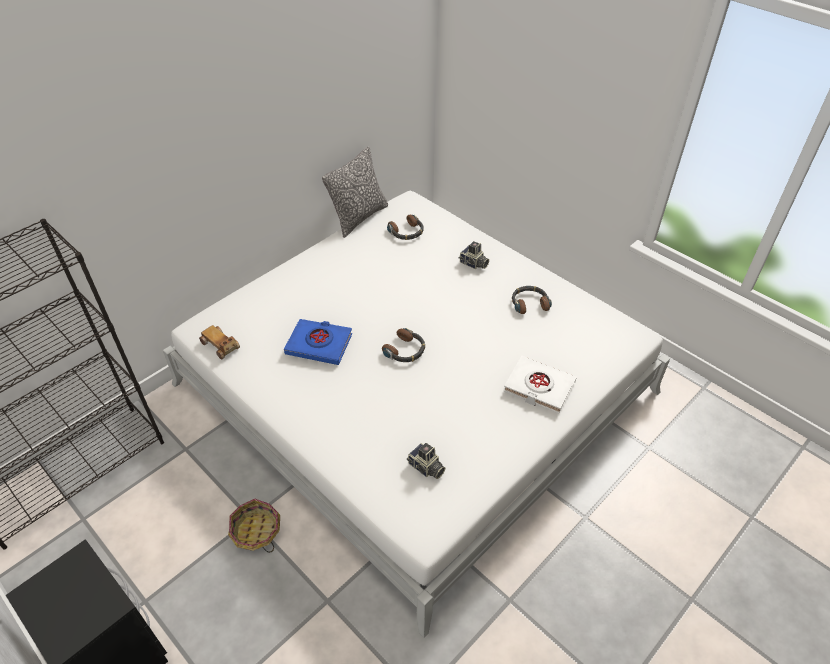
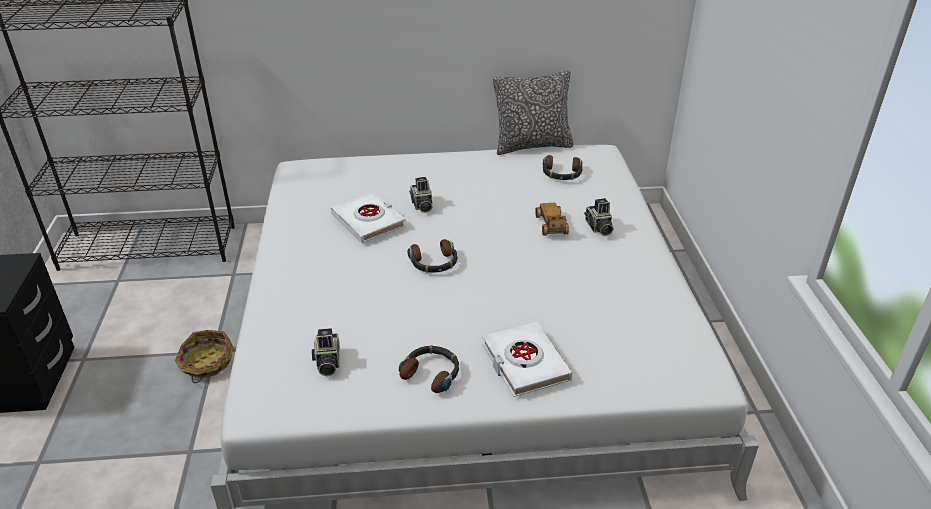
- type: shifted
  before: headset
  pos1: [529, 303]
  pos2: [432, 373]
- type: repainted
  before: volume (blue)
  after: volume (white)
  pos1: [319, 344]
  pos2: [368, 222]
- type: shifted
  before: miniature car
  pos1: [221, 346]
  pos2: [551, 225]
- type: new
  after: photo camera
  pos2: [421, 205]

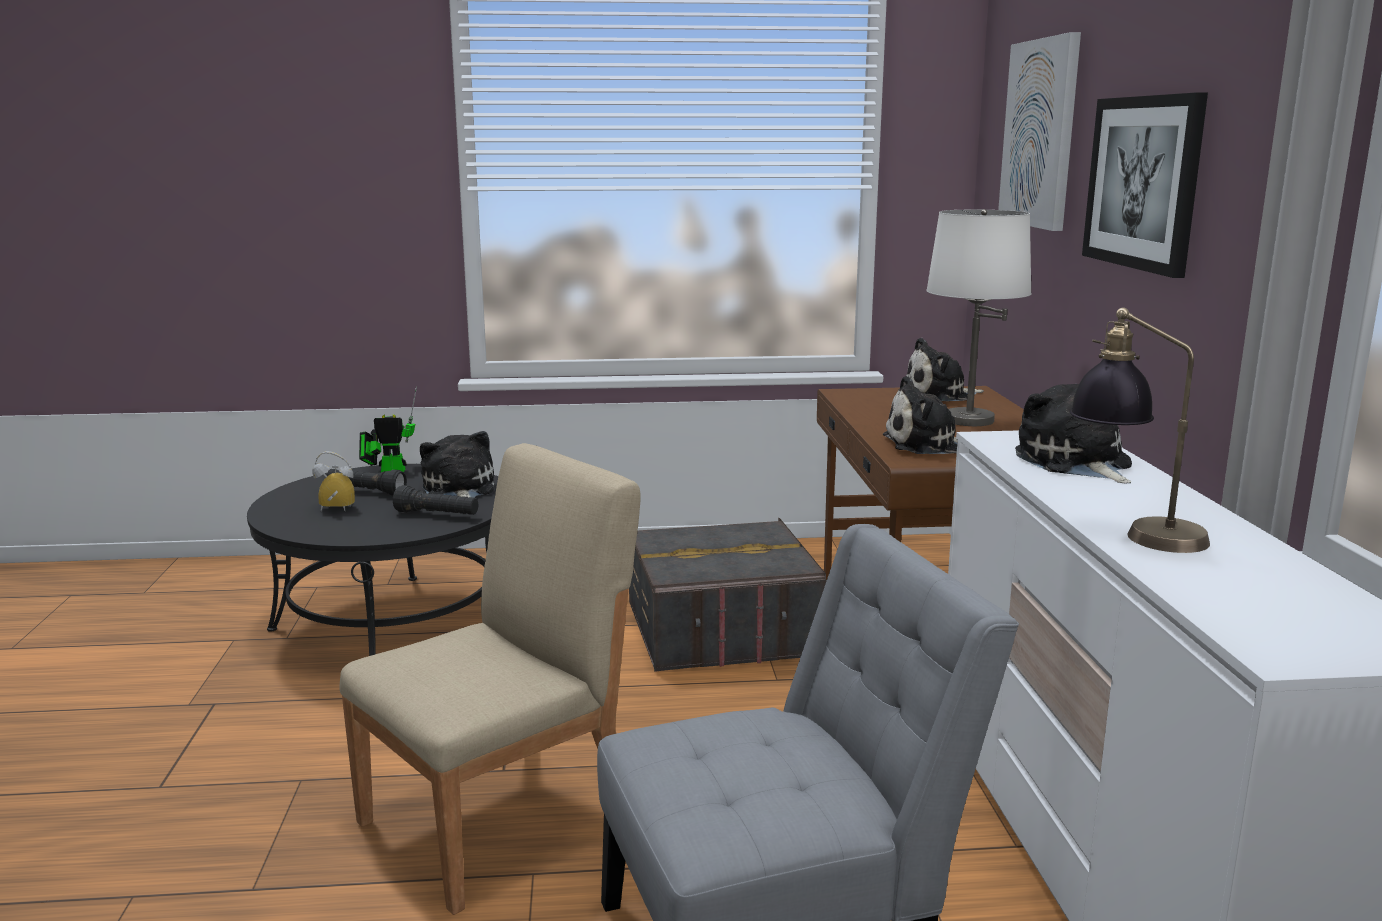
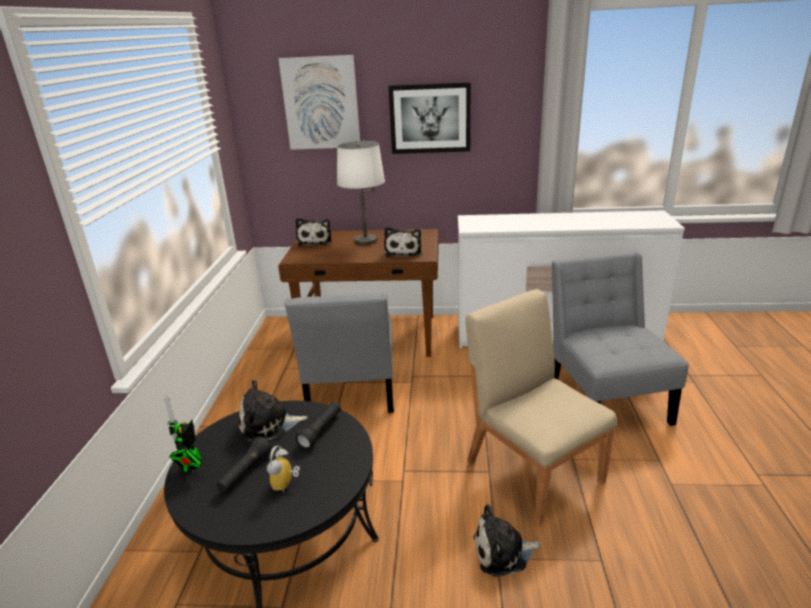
- type: gone
  before: lamp for a table
  pos1: [1132, 532]
- type: shifted
  before: plush toy
  pos1: [1075, 463]
  pos2: [503, 552]
- type: swapped
  before: storage bin (greyish)
  after: chair (greyish)
  pos1: [720, 629]
  pos2: [351, 394]

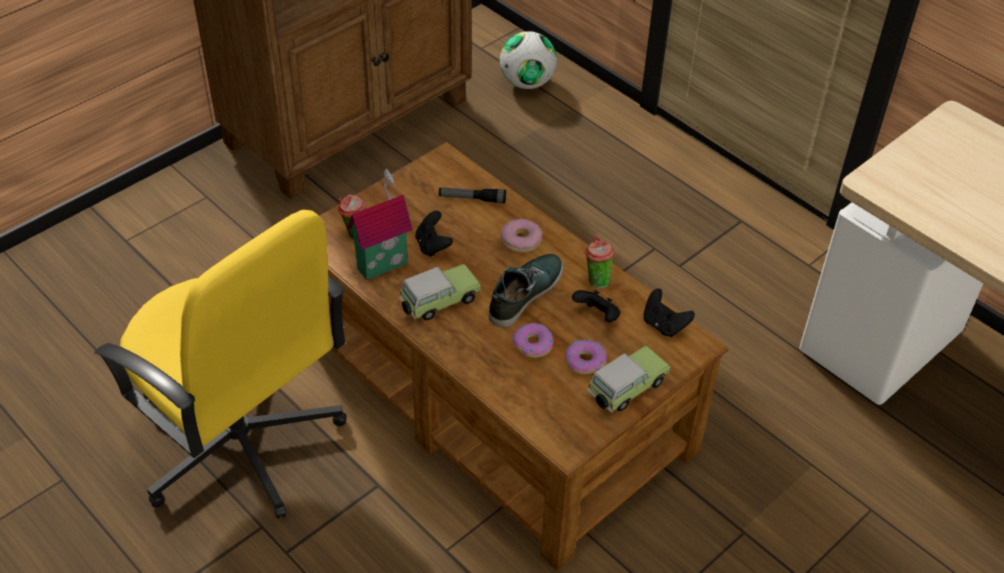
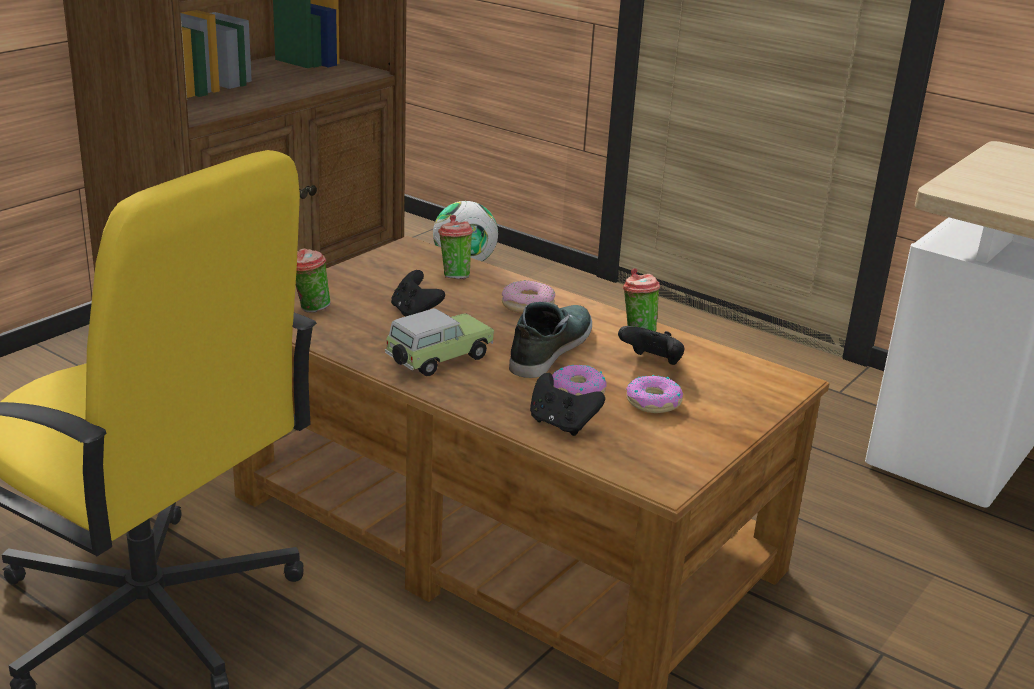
- type: gone
  before: model house
  pos1: [381, 263]
- type: swapped
  before: hand torch
  after: cup
  pos1: [472, 199]
  pos2: [454, 276]
- type: shifted
  before: game controller (black)
  pos1: [664, 325]
  pos2: [561, 424]
- type: gone
  before: miniature car
  pos1: [625, 390]

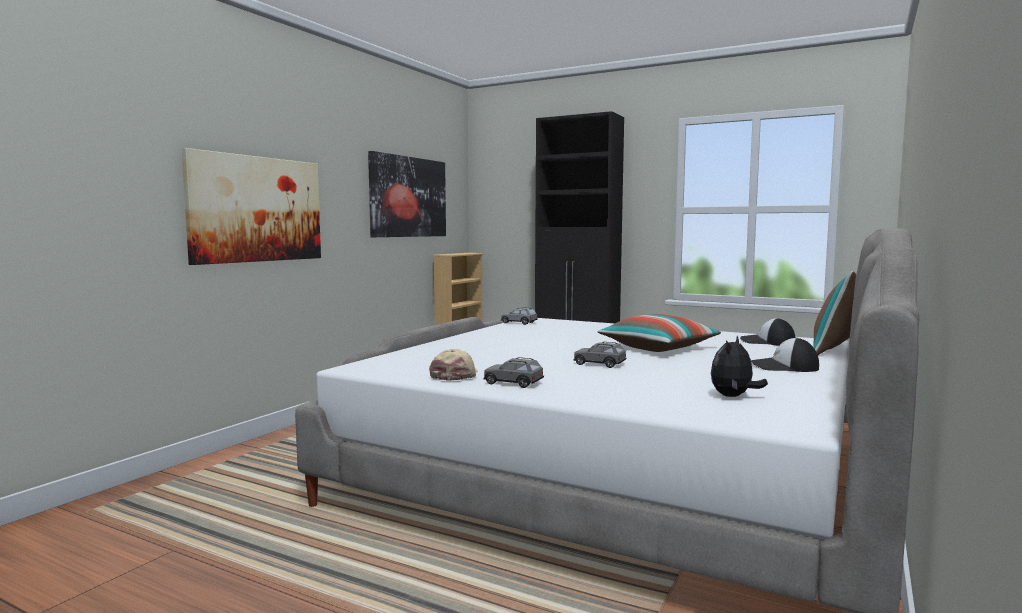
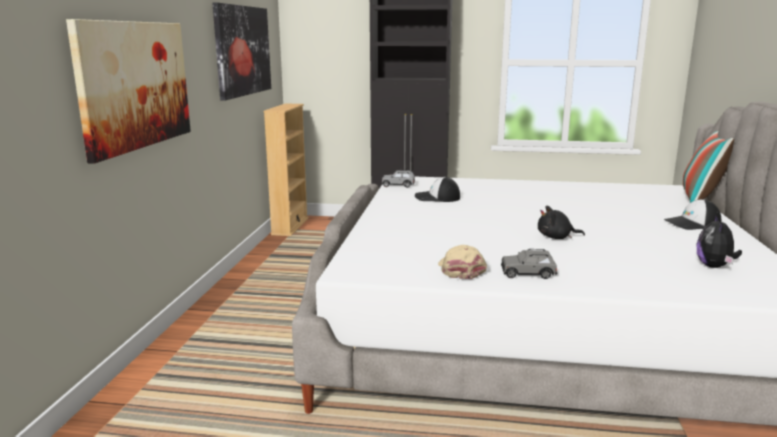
- type: gone
  before: cushion
  pos1: [658, 348]
- type: shifted
  before: baseball cap
  pos1: [767, 342]
  pos2: [437, 198]
- type: swapped
  before: miniature car (greyish)
  after: plush toy (black)
  pos1: [599, 364]
  pos2: [556, 237]

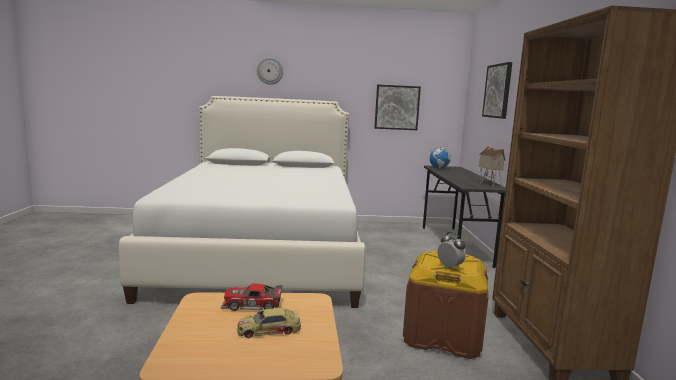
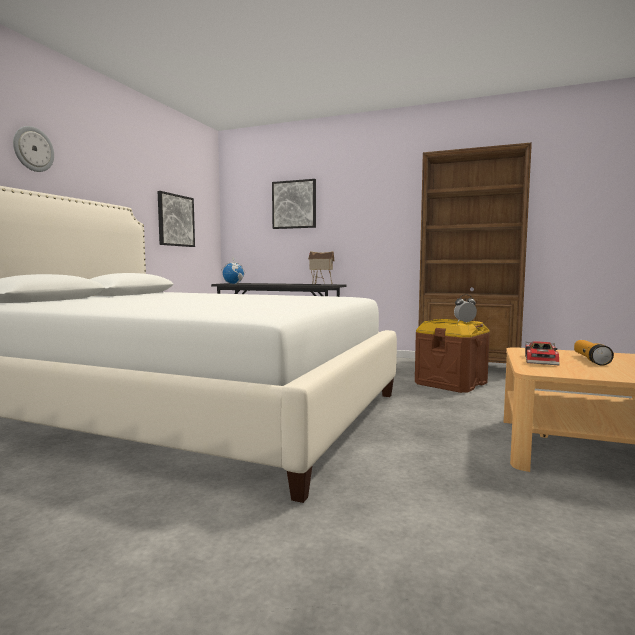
- type: swapped
  before: miniature car
  after: hand torch
  pos1: [268, 329]
  pos2: [590, 360]

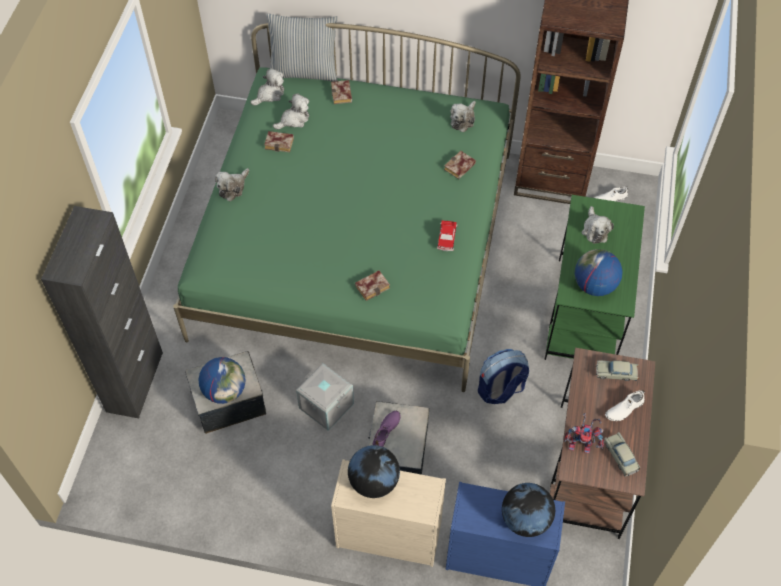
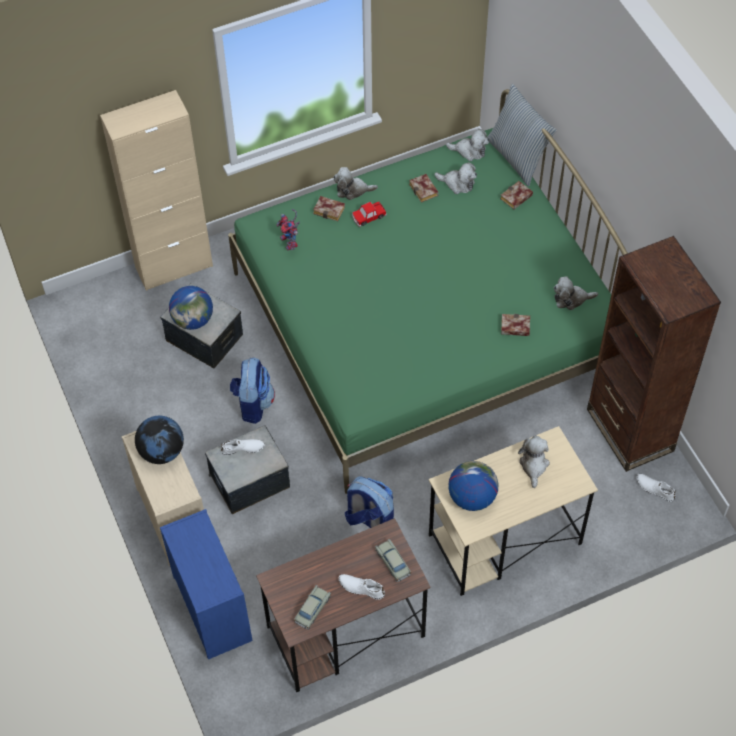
- type: repainted
  before: desk unit (green)
  after: desk unit (beige)
  pos1: [584, 314]
  pos2: [504, 540]
- type: repainted
  before: storage cabinet (black)
  after: storage cabinet (beige)
  pos1: [135, 382]
  pos2: [174, 266]
- type: rotated
  before: plush toy
  pos1: [595, 230]
  pos2: [533, 465]
  turn: 135
- type: shifted
  before: miniature car
  pos1: [446, 238]
  pos2: [368, 216]
- type: shifted
  before: volume
  pos1: [373, 286]
  pos2: [330, 210]
- type: swapped
  before: storage bin (greyish)
  after: rucksack
  pos1: [325, 406]
  pos2: [253, 403]
- type: repainted
  before: shoe (purplish)
  after: shoe (white)
  pos1: [386, 431]
  pos2: [243, 449]
- type: shifted
  before: toy robot
  pos1: [582, 444]
  pos2: [291, 243]
- type: gone
  before: desk globe
  pos1: [525, 519]

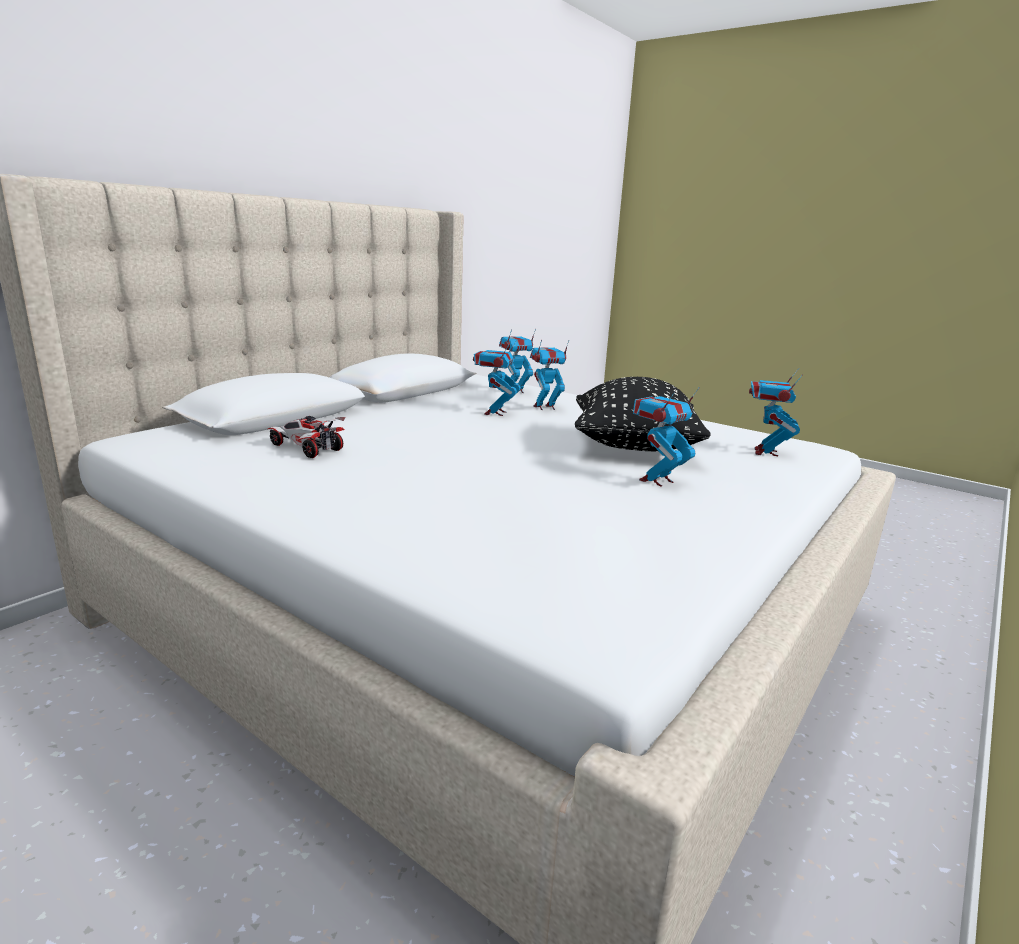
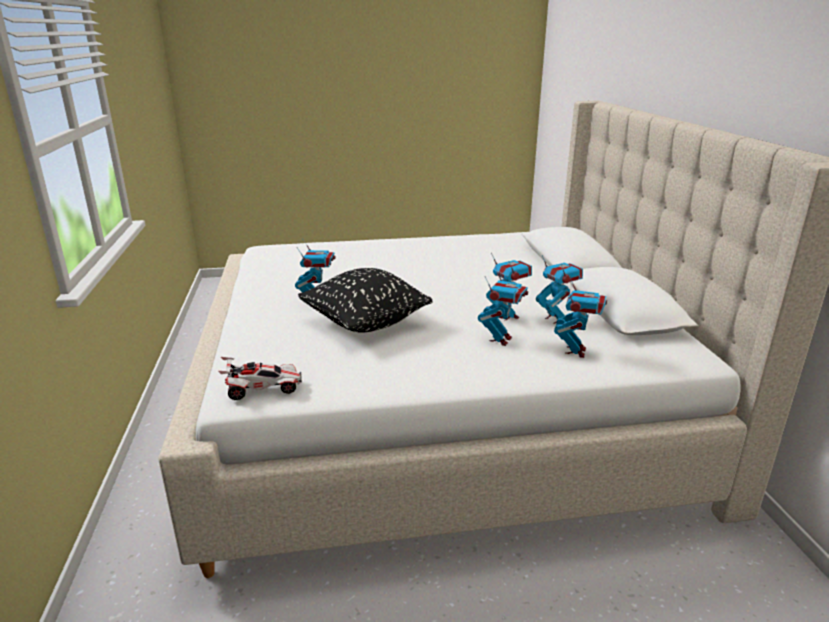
- type: shifted
  before: toy robot
  pos1: [765, 452]
  pos2: [556, 319]
- type: shifted
  before: miniature car
  pos1: [305, 448]
  pos2: [263, 389]

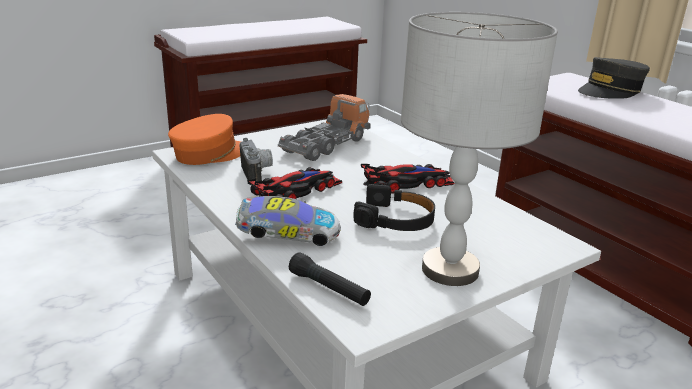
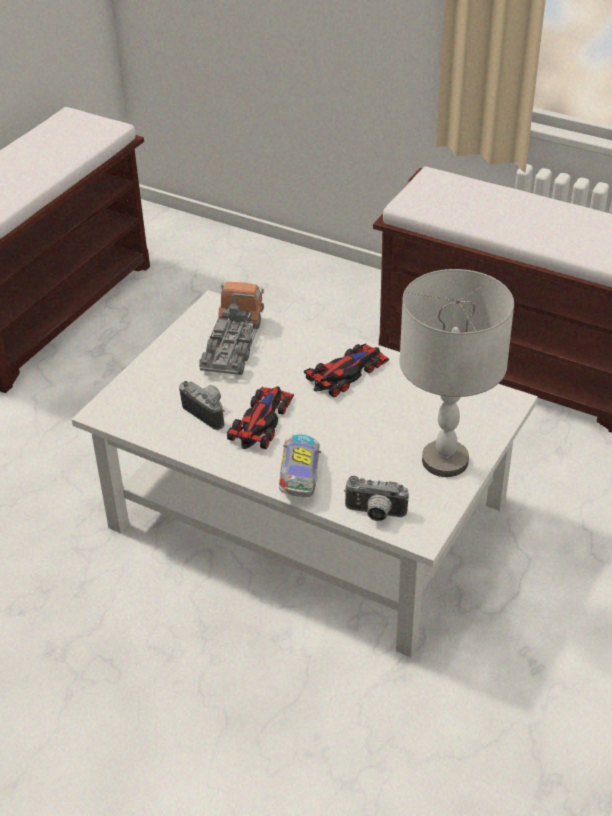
- type: gone
  before: baseball cap (greyish)
  pos1: [610, 91]
- type: gone
  before: baseball cap (orangey)
  pos1: [210, 154]
- type: gone
  before: headset (black)
  pos1: [395, 219]
- type: rotated
  before: miniature car
  pos1: [286, 236]
  pos2: [300, 477]
  turn: -60
- type: swapped
  before: hand torch (black)
  after: photo camera
  pos1: [329, 289]
  pos2: [374, 514]

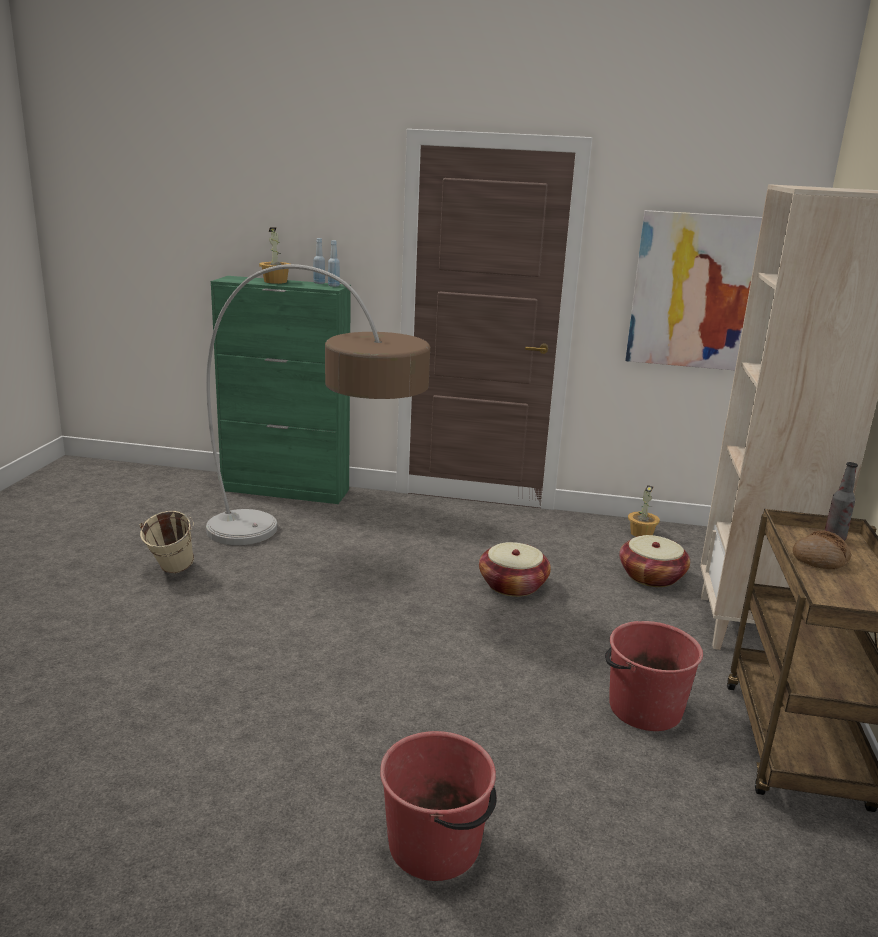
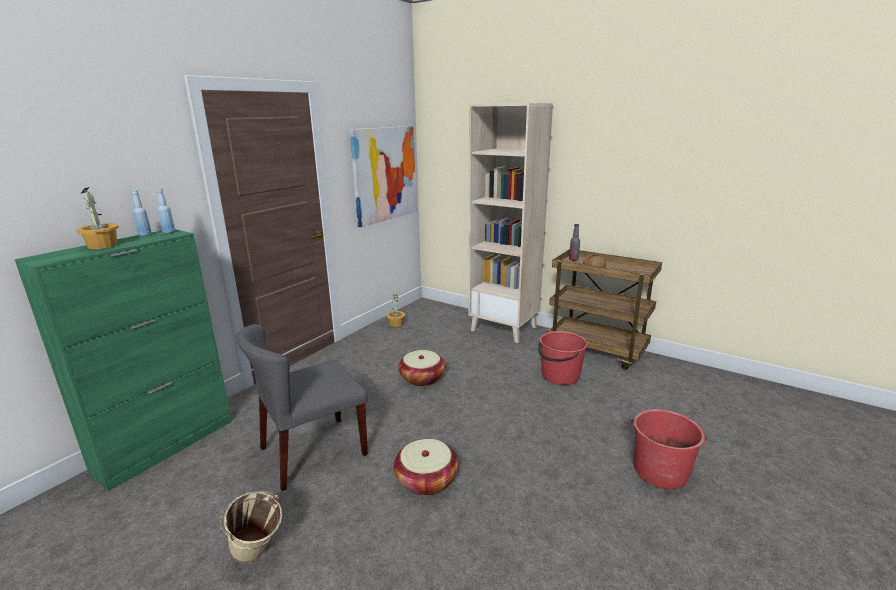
- type: swapped
  before: standard lamp
  after: chair (greyish)
  pos1: [316, 556]
  pos2: [312, 452]
- type: shifted
  before: storage basket
  pos1: [651, 576]
  pos2: [426, 480]

